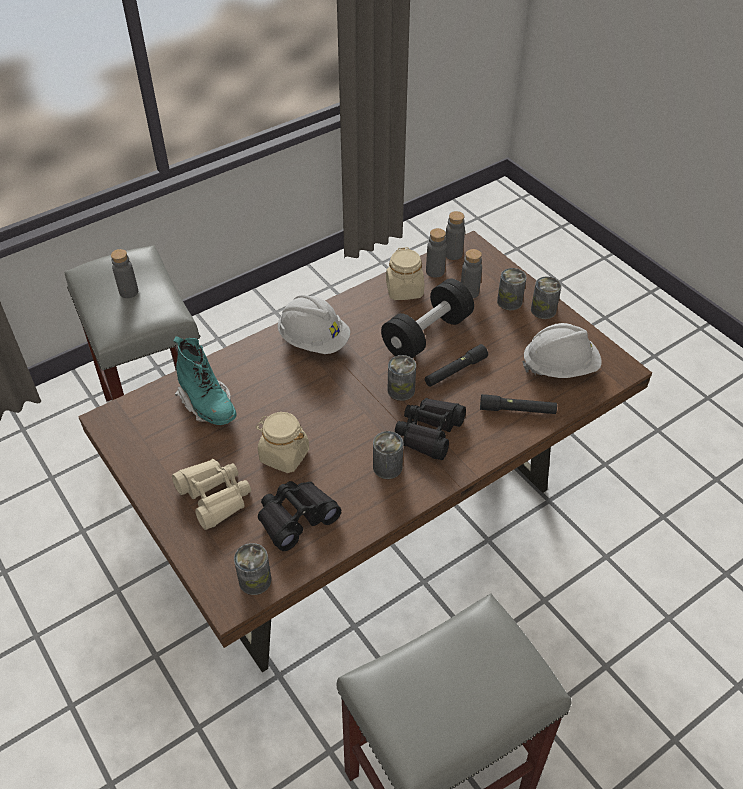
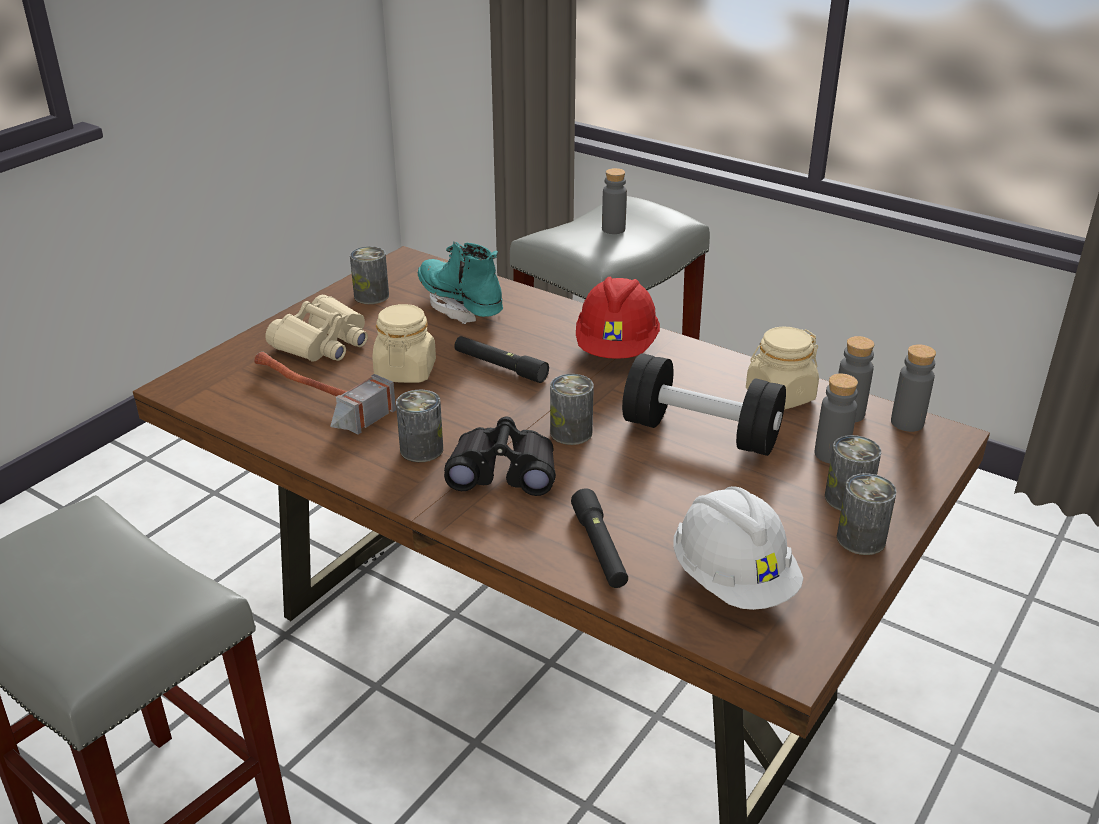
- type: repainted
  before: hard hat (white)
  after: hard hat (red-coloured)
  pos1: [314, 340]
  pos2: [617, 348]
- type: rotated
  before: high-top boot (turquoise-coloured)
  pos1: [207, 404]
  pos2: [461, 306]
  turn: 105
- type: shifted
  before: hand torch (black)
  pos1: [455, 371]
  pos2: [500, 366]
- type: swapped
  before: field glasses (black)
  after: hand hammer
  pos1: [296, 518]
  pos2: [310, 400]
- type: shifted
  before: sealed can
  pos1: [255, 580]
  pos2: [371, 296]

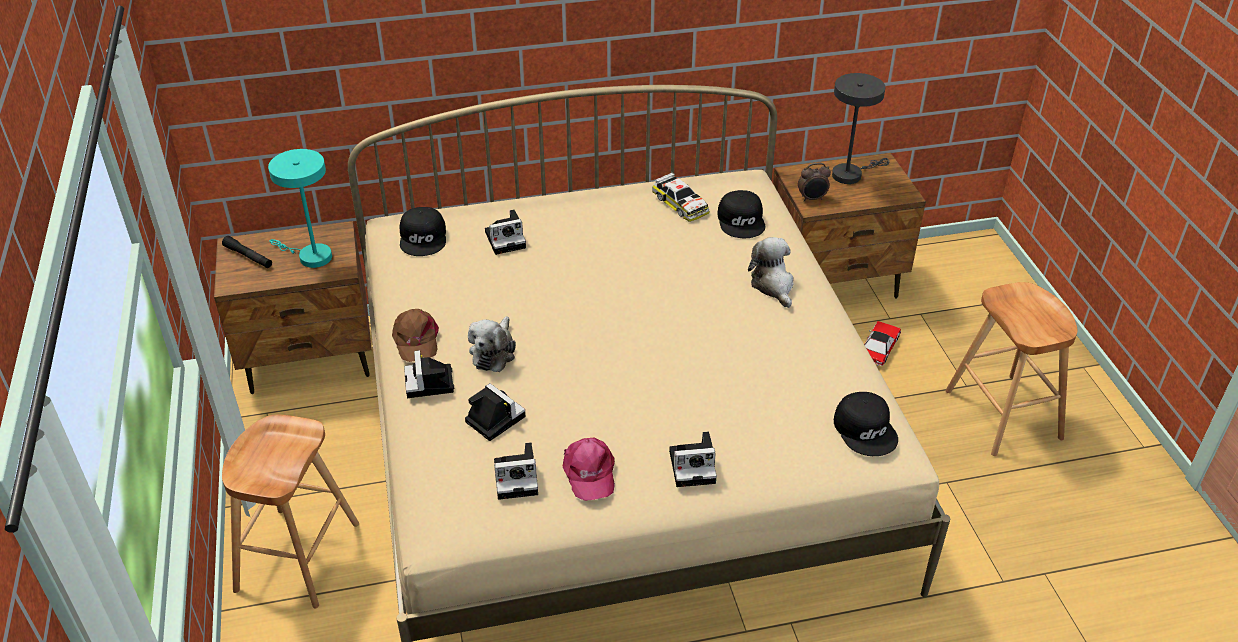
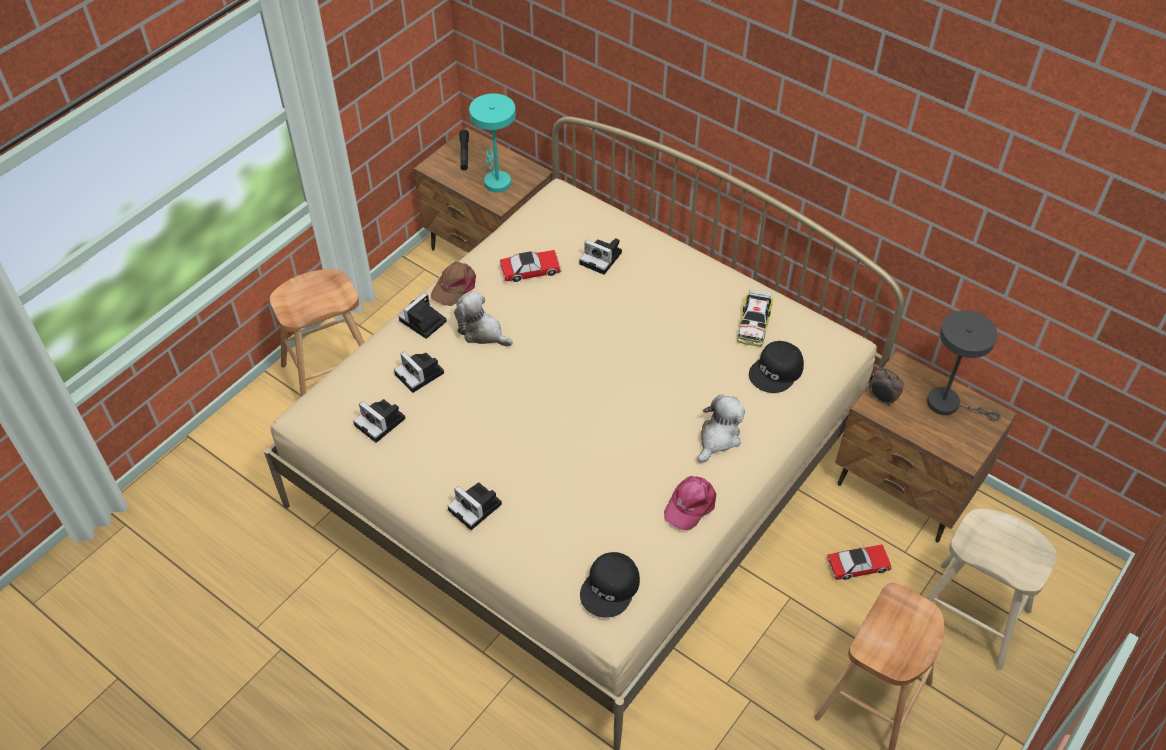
- type: gone
  before: baseball cap (black)
  pos1: [424, 238]
- type: rotated
  before: plush toy
  pos1: [494, 352]
  pos2: [482, 332]
  turn: 60
- type: rotated
  before: photo camera
  pos1: [493, 418]
  pos2: [421, 374]
  turn: 135
- type: shifted
  before: baseball cap (pink)
  pos1: [589, 472]
  pos2: [690, 504]
- type: new
  after: miniature car
  pos2: [531, 270]
- type: new
  after: sitting stool (beige)
  pos2: [969, 615]

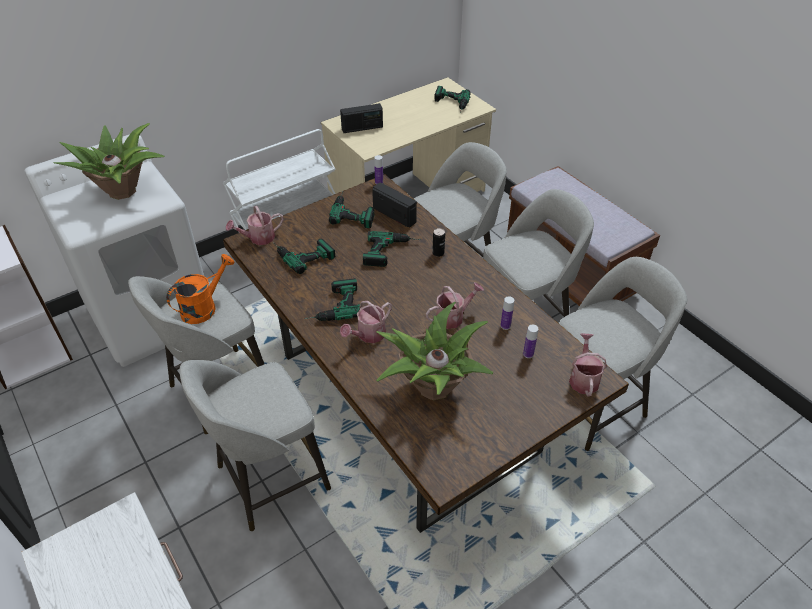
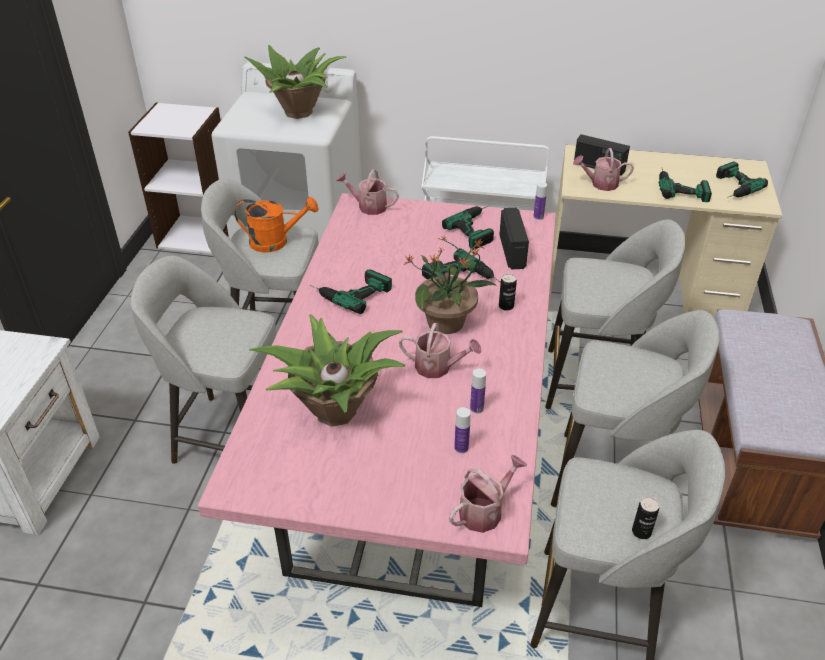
- type: repainted
  before: dinner table (brownish)
  after: dinner table (pink)
  pos1: [405, 399]
  pos2: [412, 457]
- type: shifted
  before: electric drill
  pos1: [302, 253]
  pos2: [681, 187]
- type: shifted
  before: watering can
  pos1: [368, 335]
  pos2: [600, 184]
- type: new
  after: houseplant
  pos2: [447, 322]
- type: new
  after: sealed can
  pos2: [641, 532]

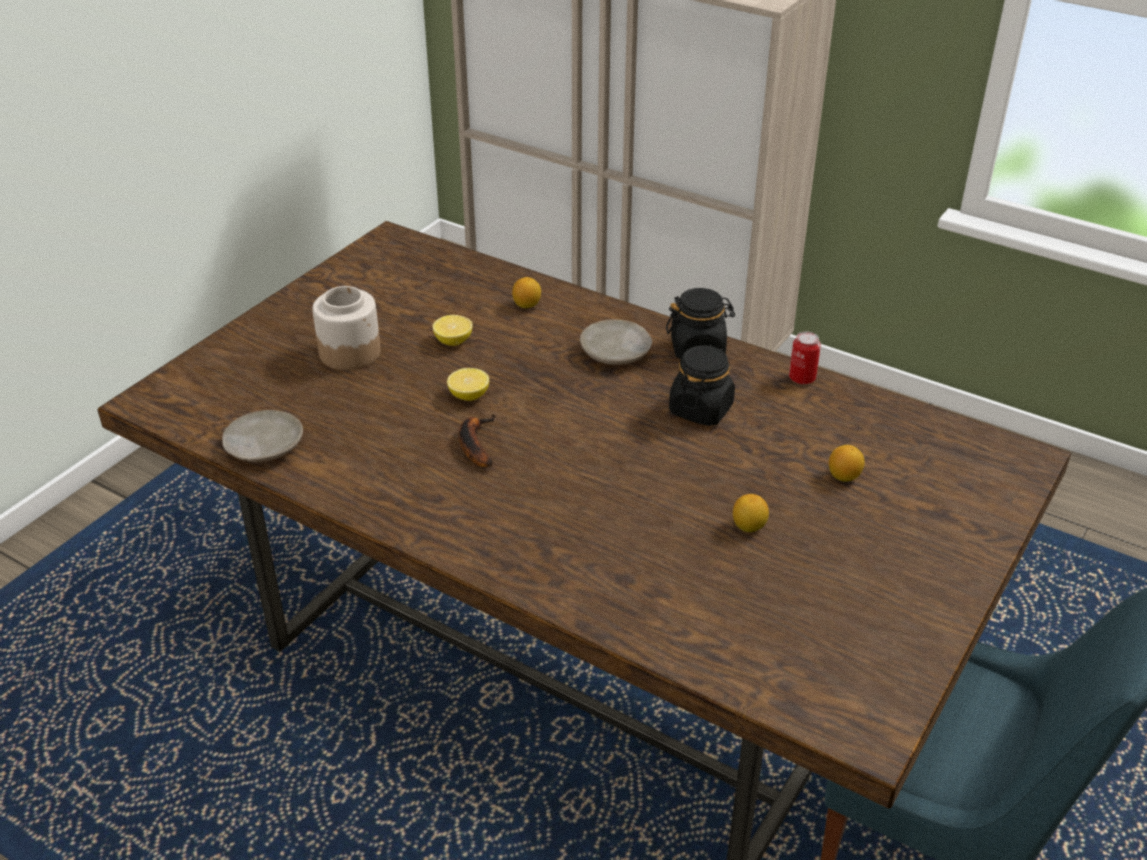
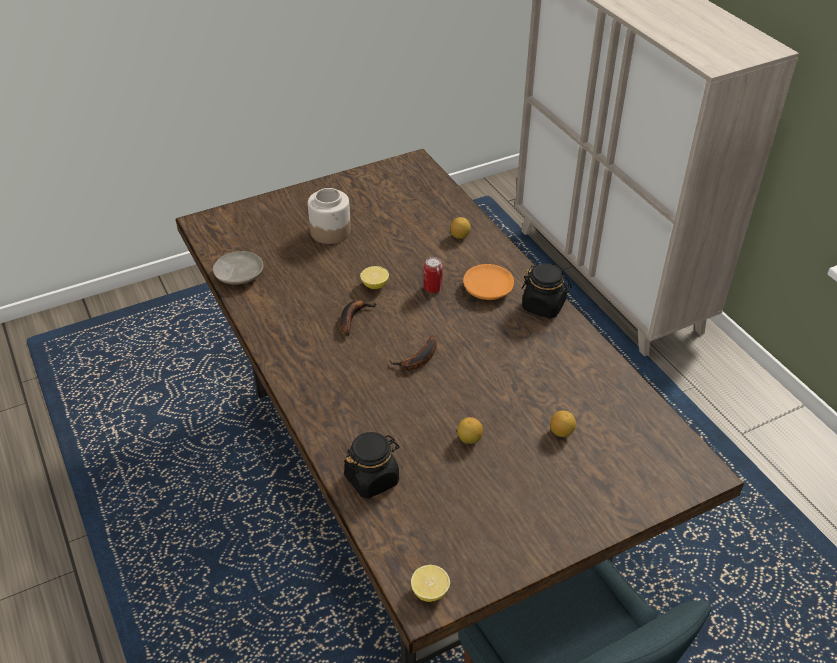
- type: shifted
  before: citrus fruit
  pos1: [453, 341]
  pos2: [430, 591]
- type: repainted
  before: flat dish (beige)
  after: flat dish (orangey)
  pos1: [616, 353]
  pos2: [488, 289]
- type: shifted
  before: sealed can
  pos1: [802, 378]
  pos2: [432, 288]
- type: shifted
  before: jar (black)
  pos1: [701, 409]
  pos2: [372, 479]
- type: new
  after: banana fruit
  pos2: [418, 360]

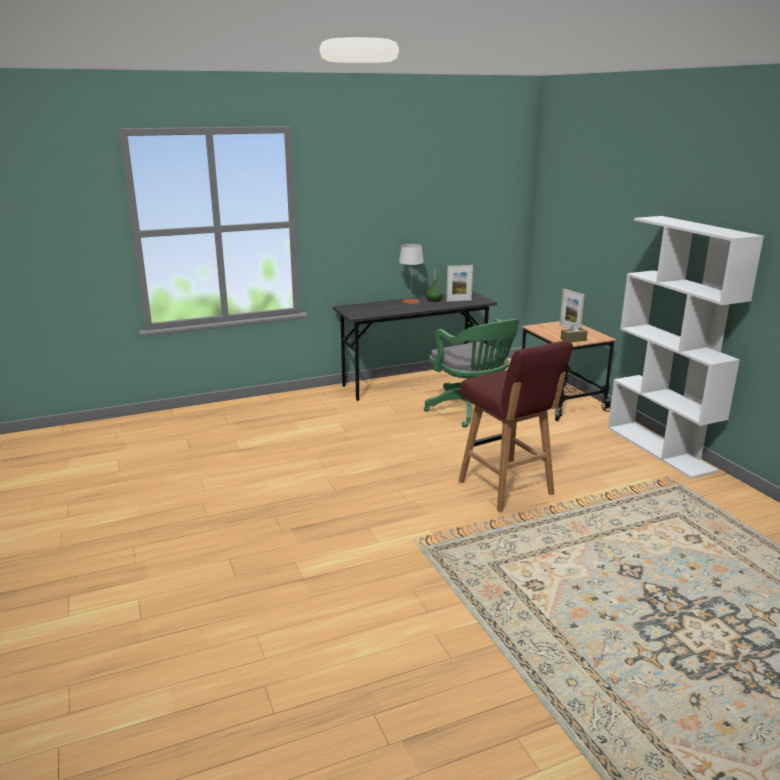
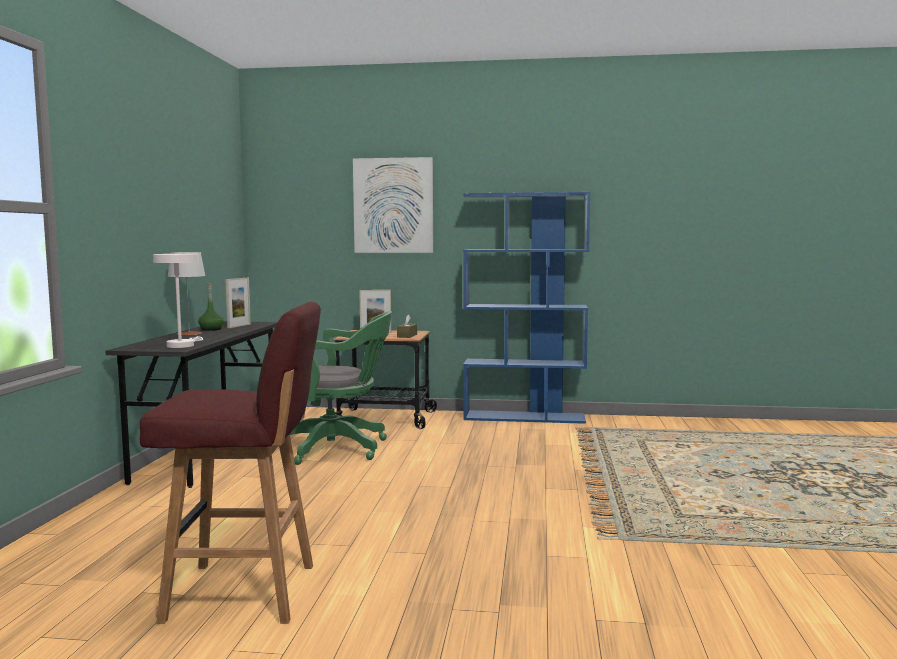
- type: repainted
  before: bookcase (white)
  after: bookcase (blue)
  pos1: [660, 448]
  pos2: [525, 417]
- type: shifted
  before: sitting stool (red-coloured)
  pos1: [506, 489]
  pos2: [245, 593]
- type: new
  after: picture
  pos2: [393, 205]
- type: new
  after: lamp for a table (white)
  pos2: [182, 345]

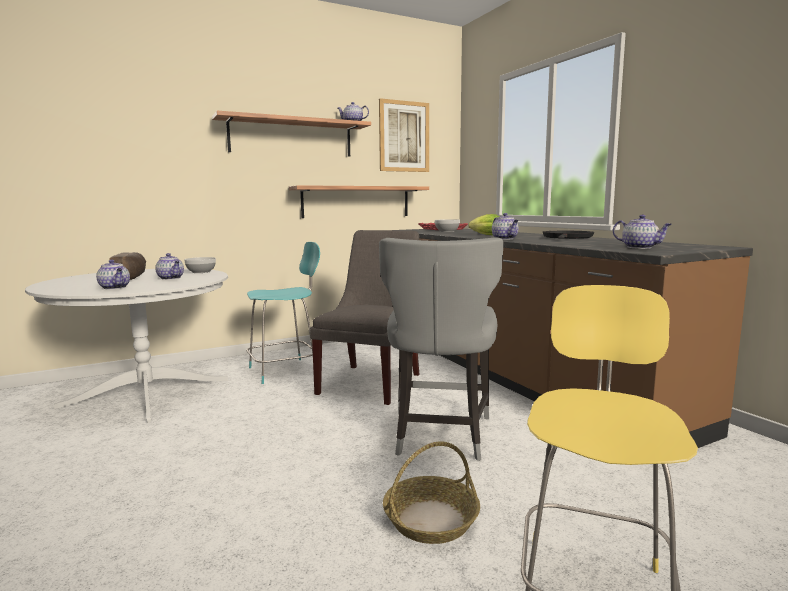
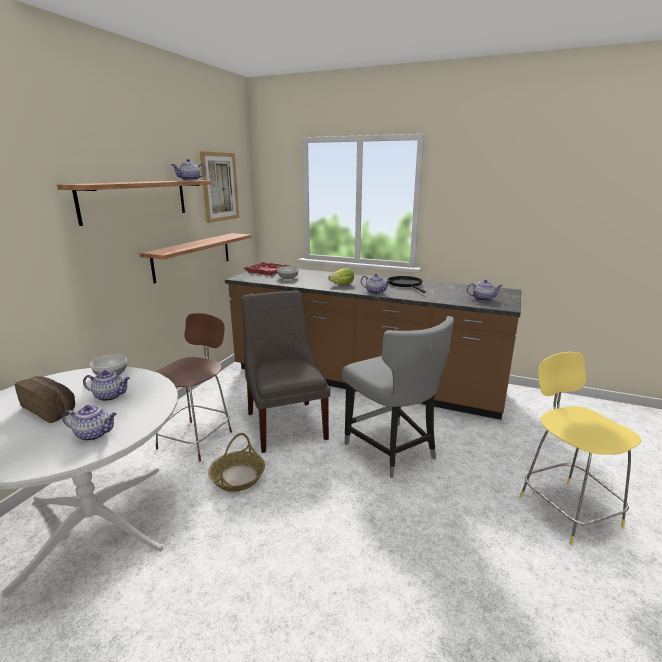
- type: repainted
  before: sitting stool (turquoise-coloured)
  after: sitting stool (brownish)
  pos1: [285, 370]
  pos2: [197, 438]
- type: shifted
  before: storage basket
  pos1: [431, 519]
  pos2: [237, 477]

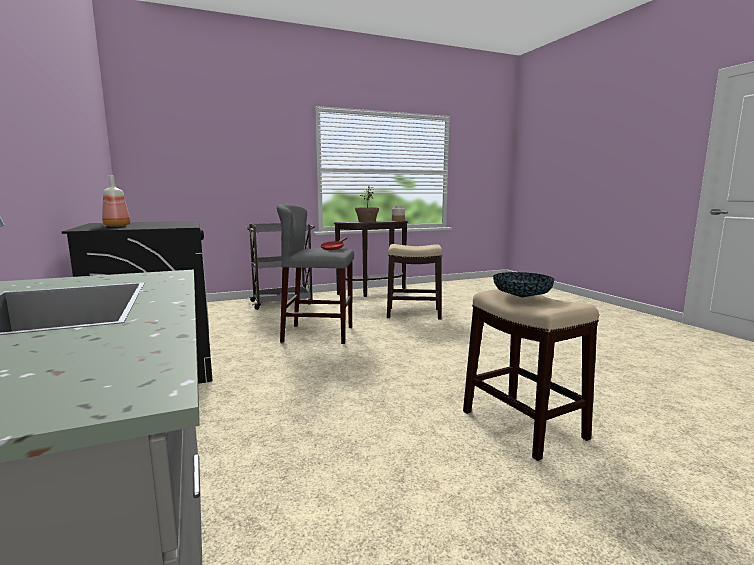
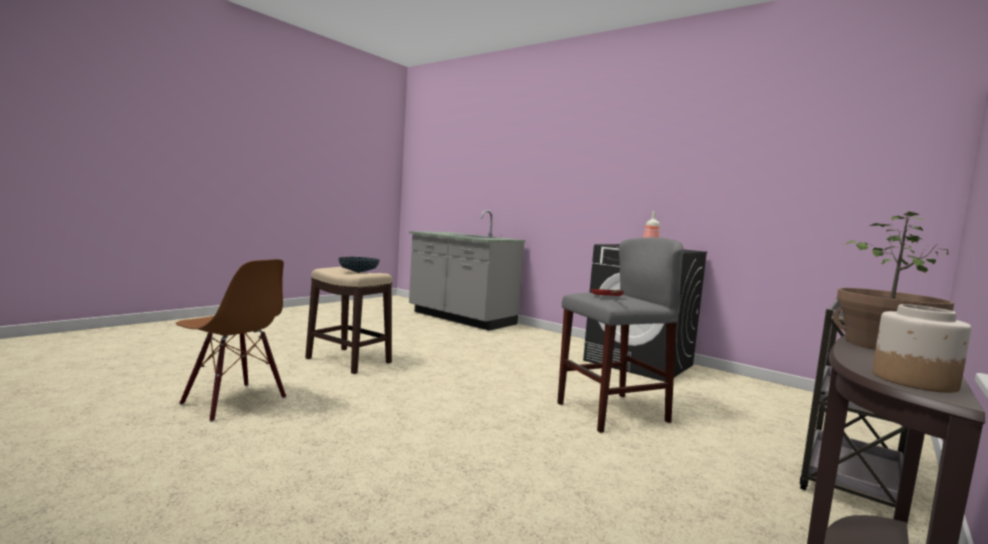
- type: gone
  before: sitting stool
  pos1: [414, 313]
- type: new
  after: chair (brownish)
  pos2: [233, 401]

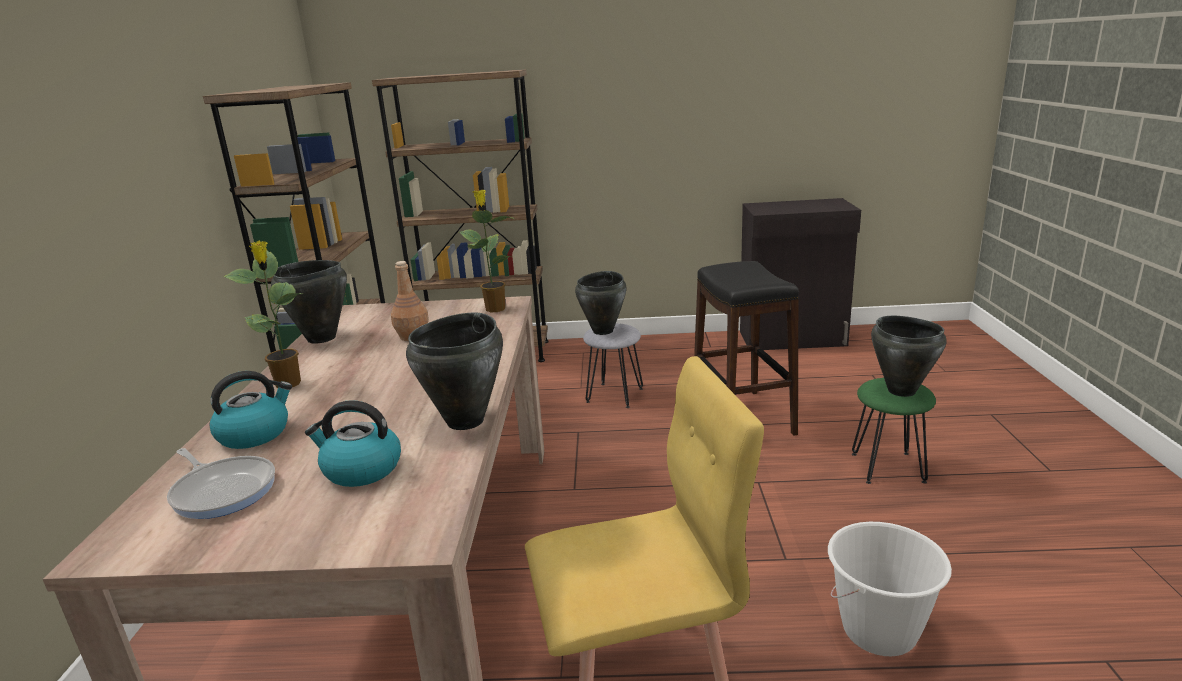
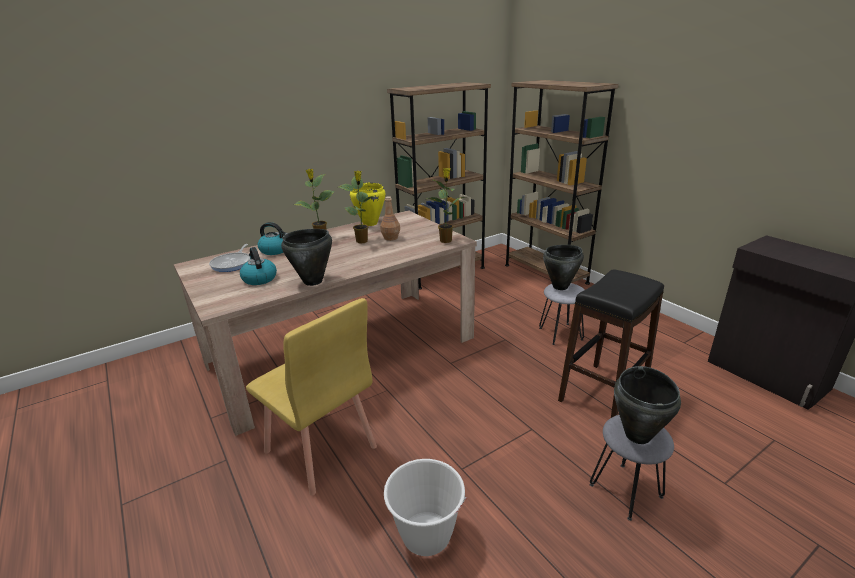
- type: repainted
  before: saucepot (black)
  after: saucepot (yellow-coloured)
  pos1: [321, 338]
  pos2: [370, 223]
- type: repainted
  before: sitting stool (green)
  after: sitting stool (greyish)
  pos1: [887, 467]
  pos2: [625, 490]
- type: new
  after: houseplant
  pos2: [362, 241]

